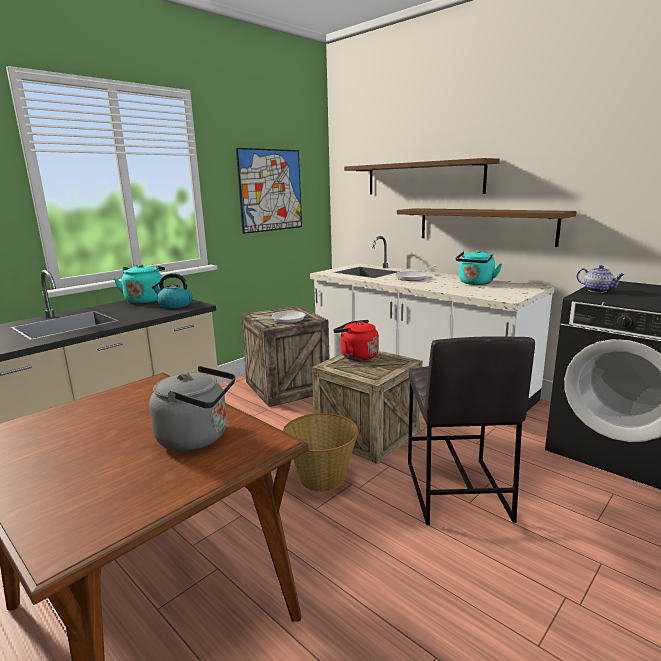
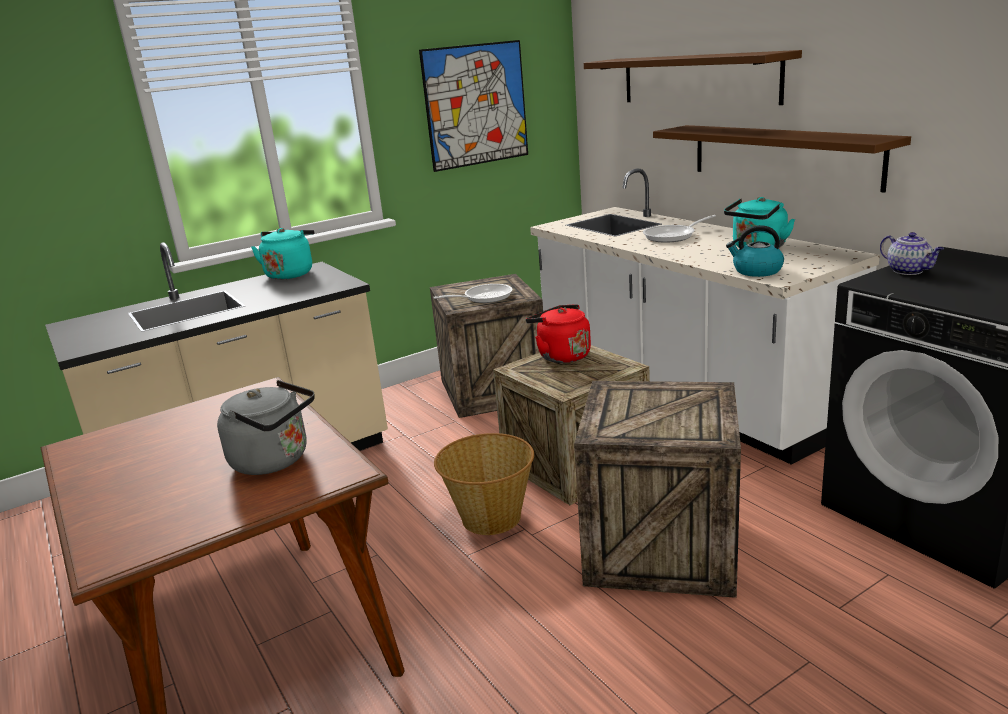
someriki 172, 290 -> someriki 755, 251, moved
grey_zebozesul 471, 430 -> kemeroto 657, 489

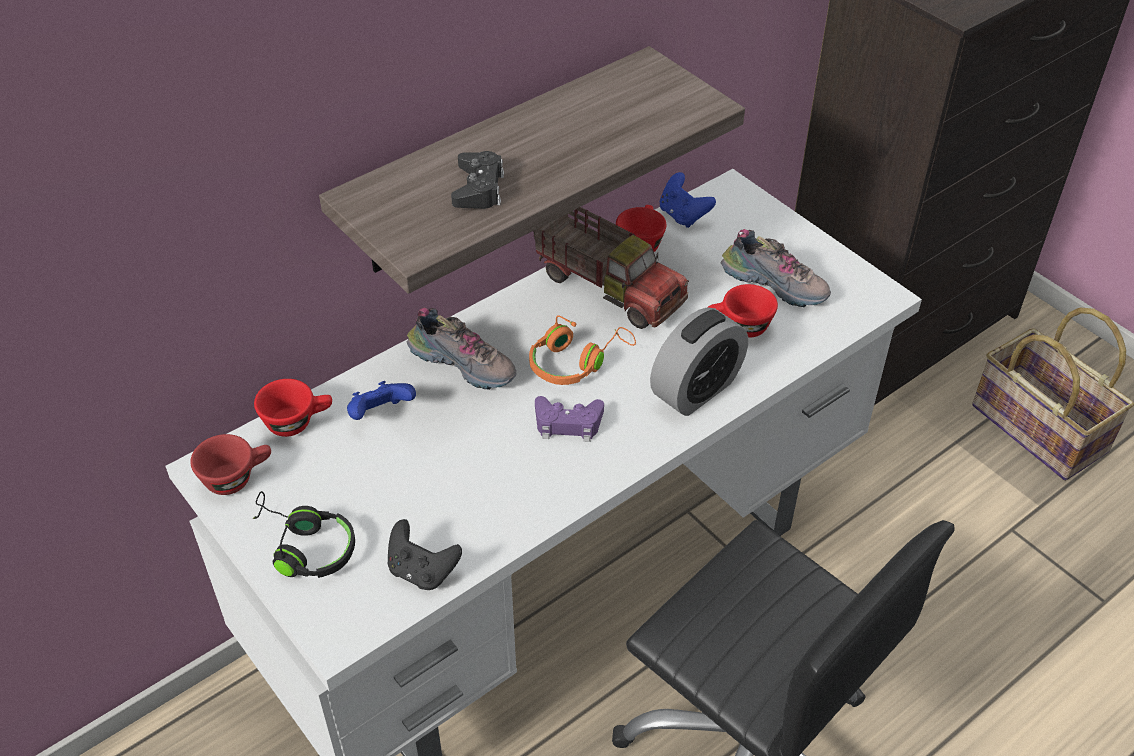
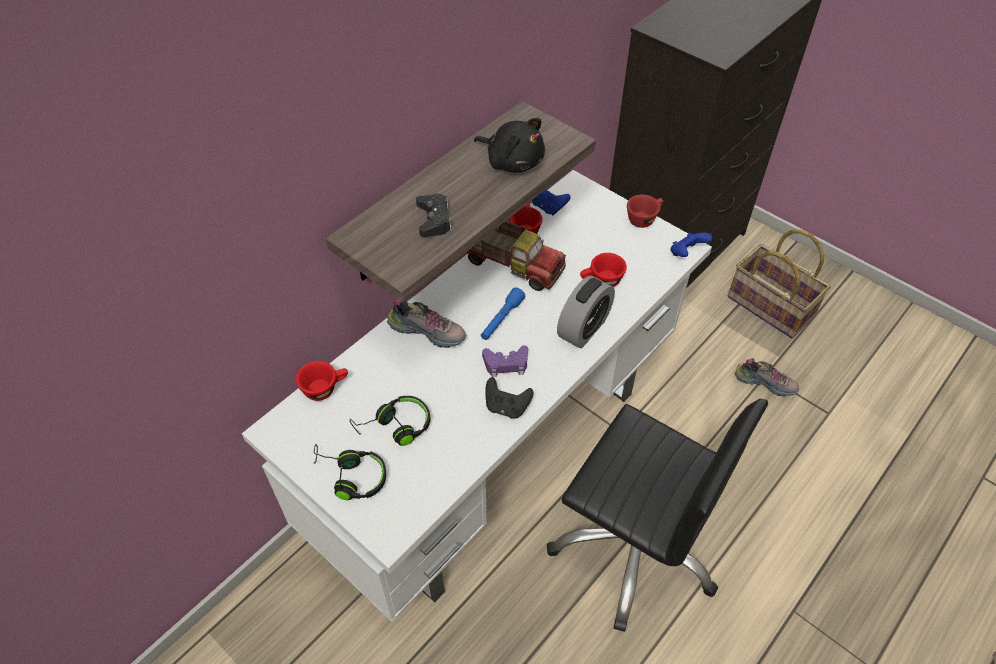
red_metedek 230, 464 -> red_metedek 645, 211, moved
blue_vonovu 381, 400 -> blue_vonovu 691, 245, moved
black_vonovu 425, 554 -> black_vonovu 509, 398, moved
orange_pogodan 582, 350 -> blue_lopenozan 503, 313
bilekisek 775, 268 -> bilekisek 767, 377, moved
none -> black_pogodan 390, 421
none -> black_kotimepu 509, 145

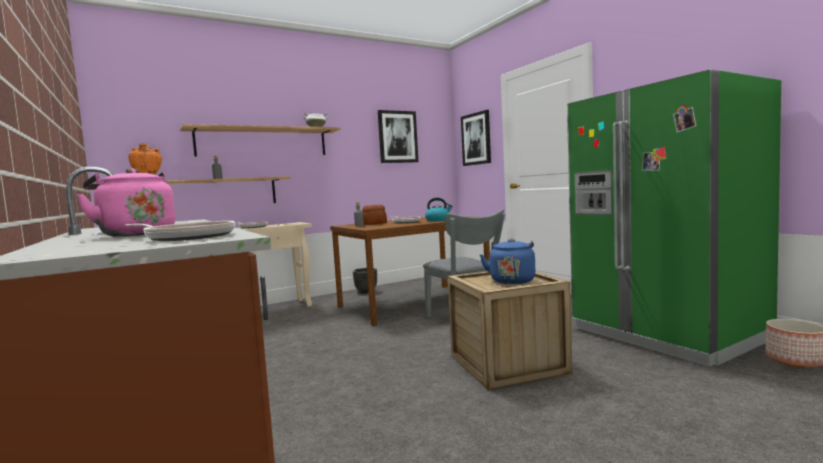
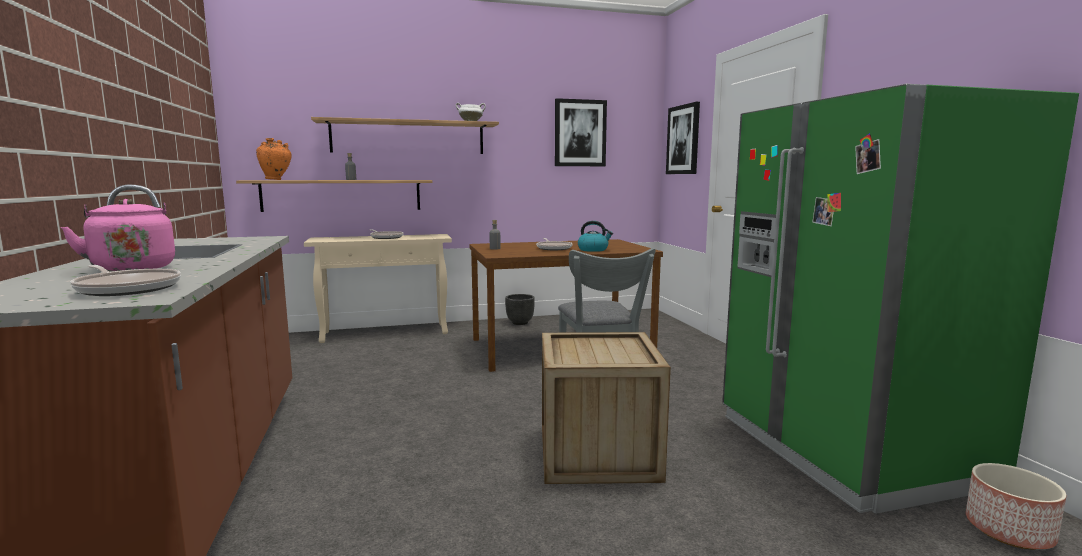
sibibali 374, 214 -> none
blue_someriki 508, 261 -> none

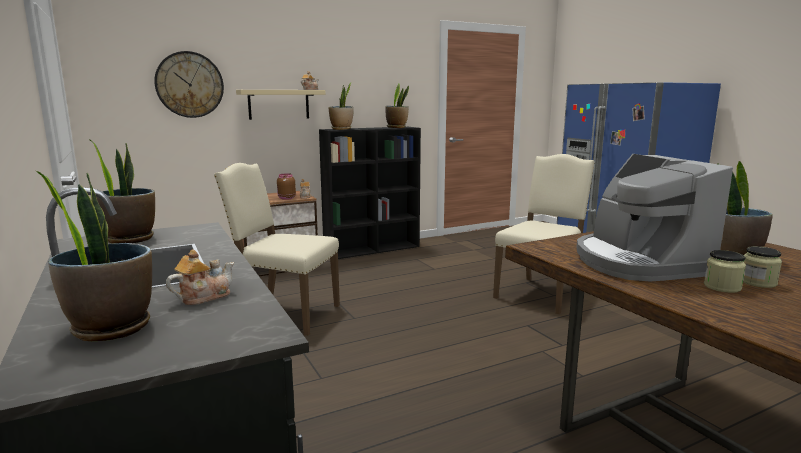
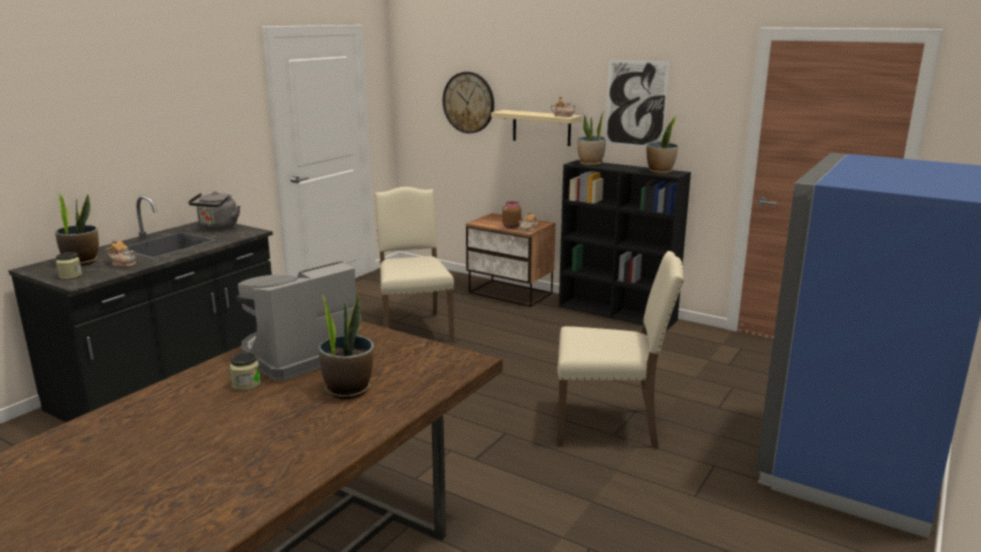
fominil 122, 191 -> grey_someriki 214, 210
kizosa 762, 267 -> kizosa 69, 265, moved
none -> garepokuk 637, 103

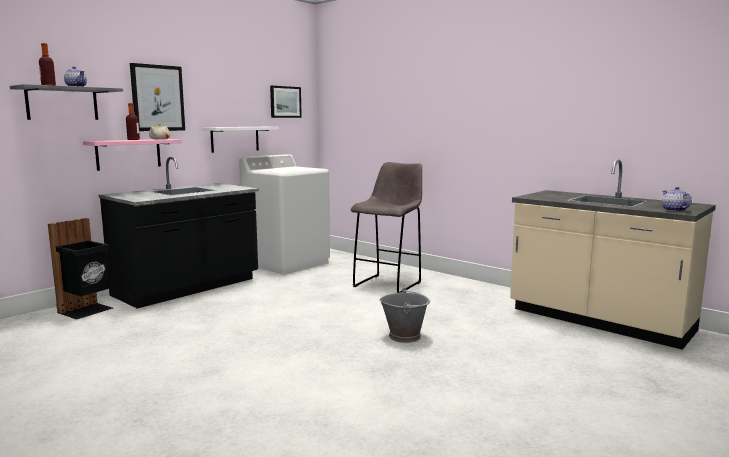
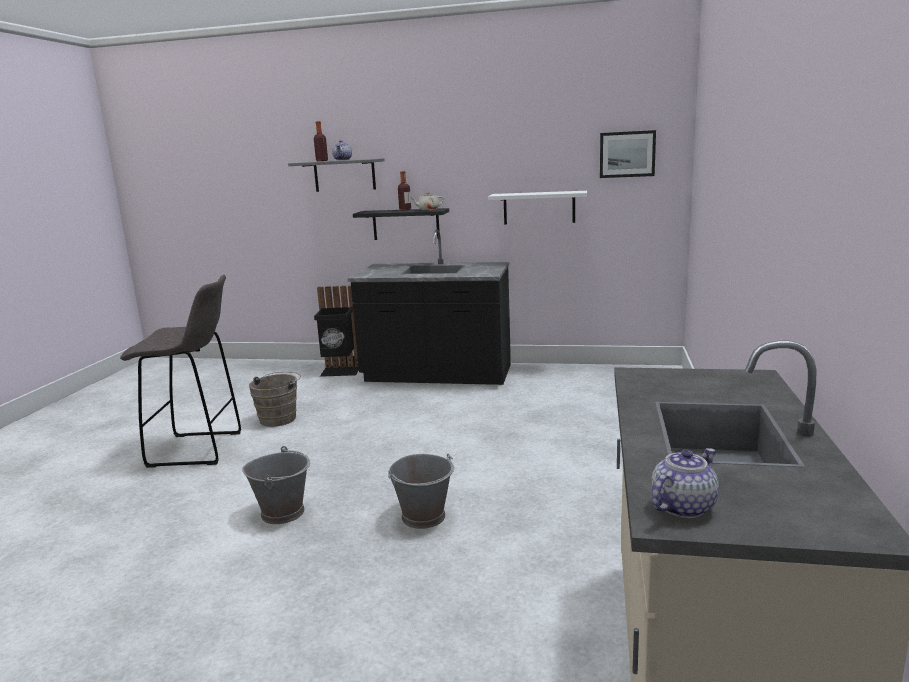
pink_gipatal 132, 155 -> black_gipatal 401, 224
garepokuk 157, 97 -> none
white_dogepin 284, 214 -> none
grey_zebozesul 386, 227 -> grey_zebozesul 181, 371, moved
none -> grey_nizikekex 276, 485
none -> brown_nizikekex 275, 399

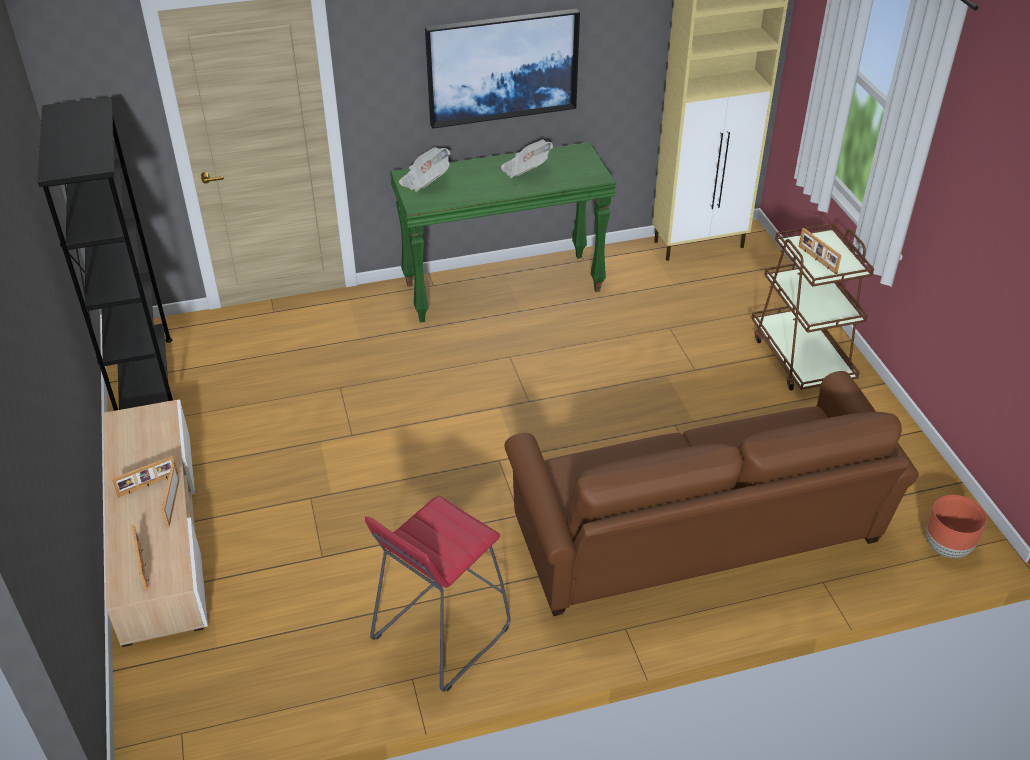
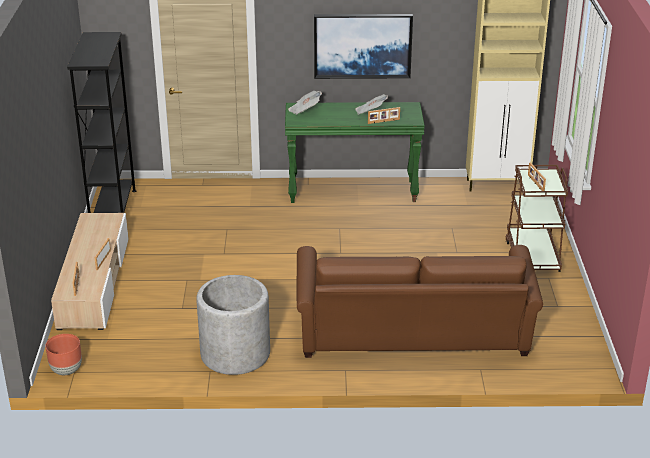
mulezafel 145, 476 -> mulezafel 384, 115, moved
red_zebozesul 438, 594 -> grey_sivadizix 233, 325
brown_sivadizix 956, 526 -> brown_sivadizix 63, 354, moved

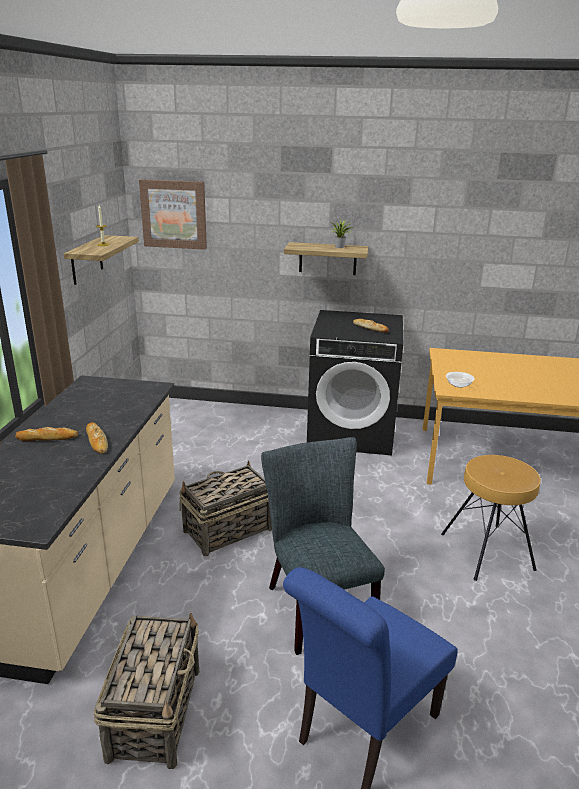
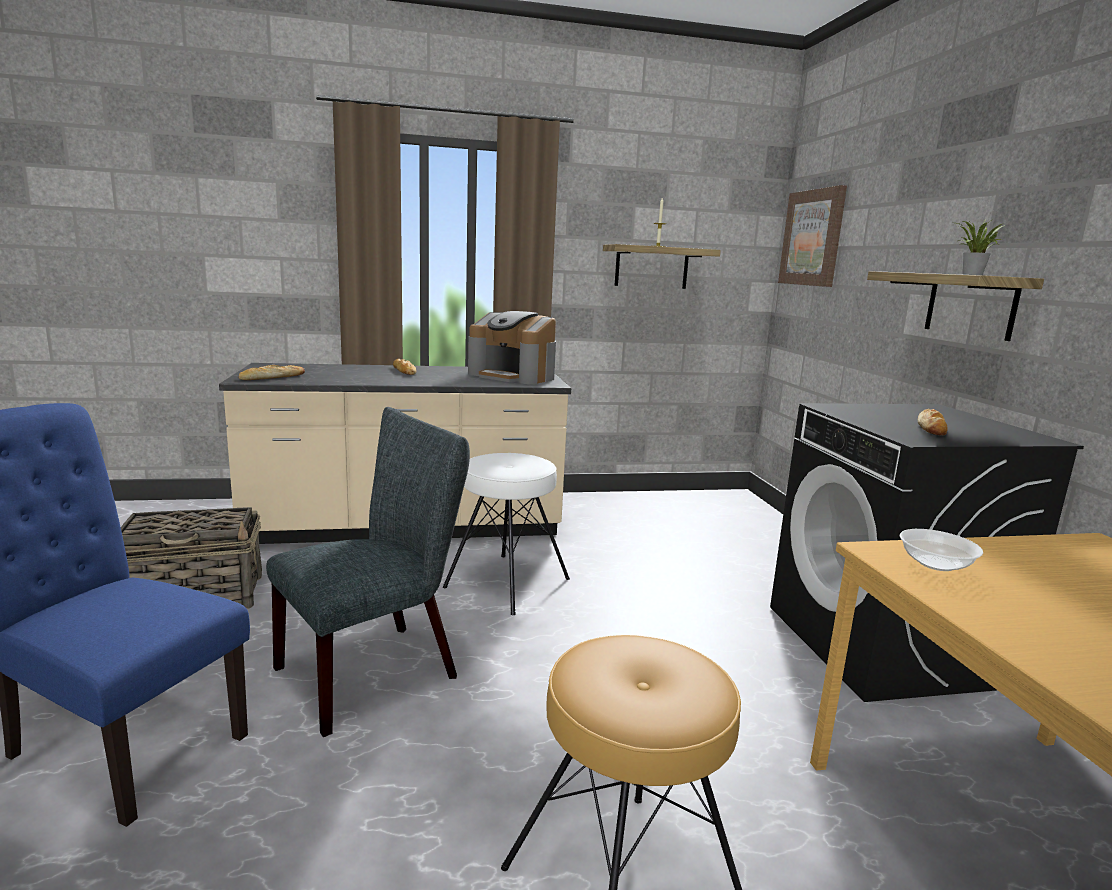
sibibali 97, 438 -> sibibali 272, 372, moved
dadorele 225, 508 -> white_zebozesul 506, 534
none -> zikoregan 512, 347

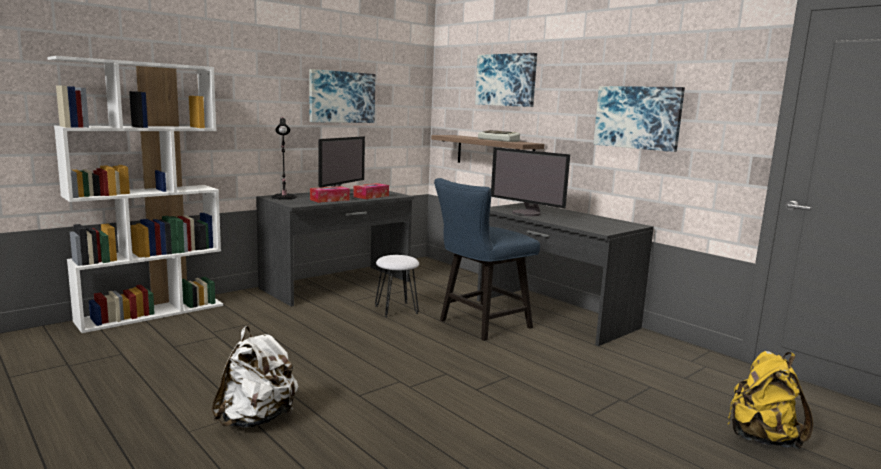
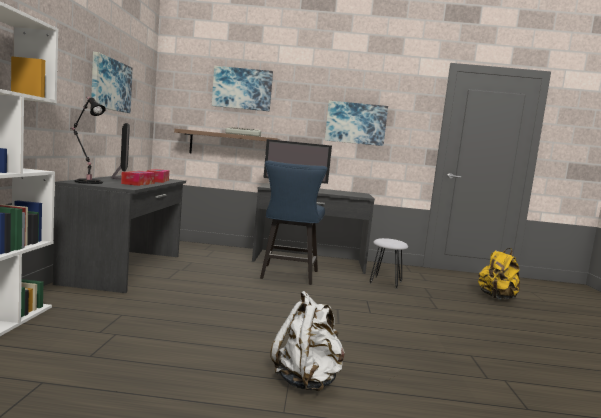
white_zebozesul 397, 286 -> white_zebozesul 389, 263, moved

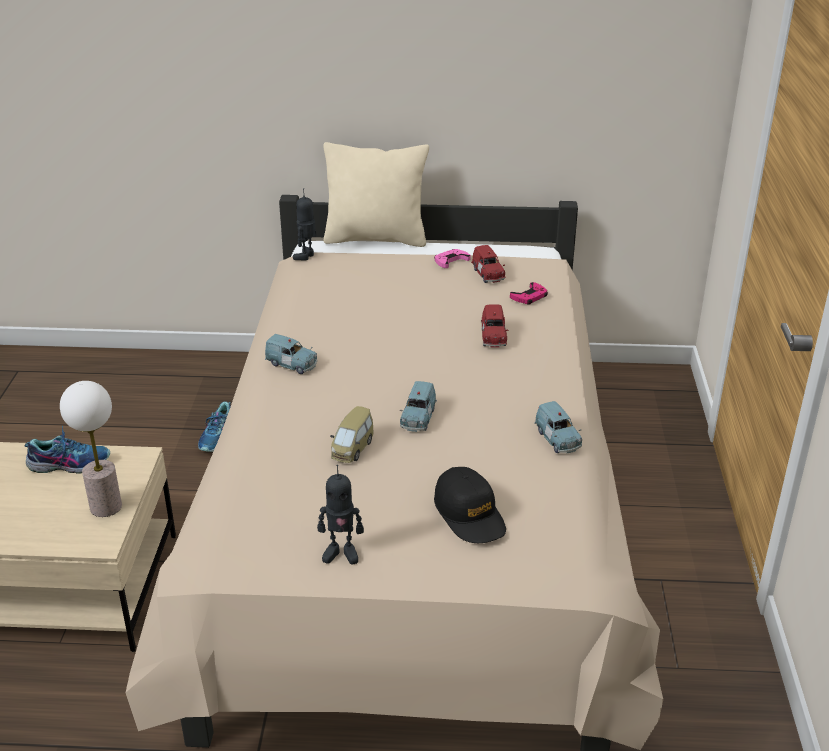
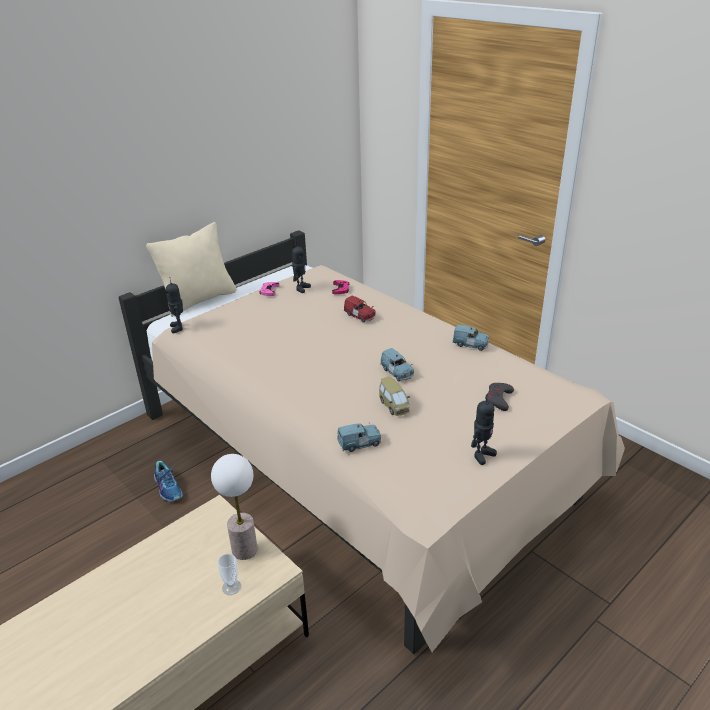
bilekisek 67, 450 -> none
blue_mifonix 291, 354 -> blue_mifonix 359, 437, moved
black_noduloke 470, 505 -> grey_vonovu 499, 397
red_mifonix 488, 264 -> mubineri 301, 268
none -> metedek 229, 574

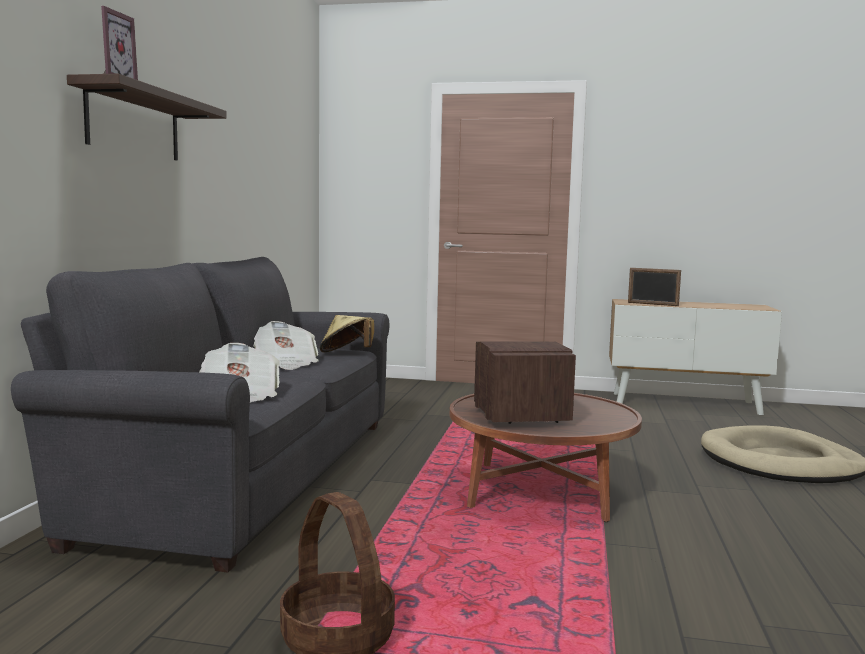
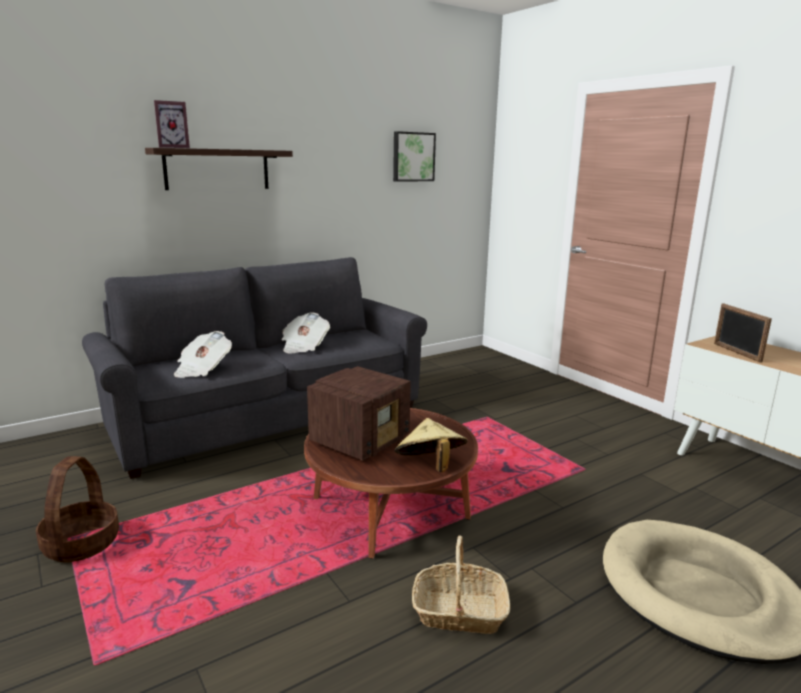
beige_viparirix 347, 333 -> beige_viparirix 430, 445, moved
none -> garepokuk 414, 156
none -> dadorele 461, 584

